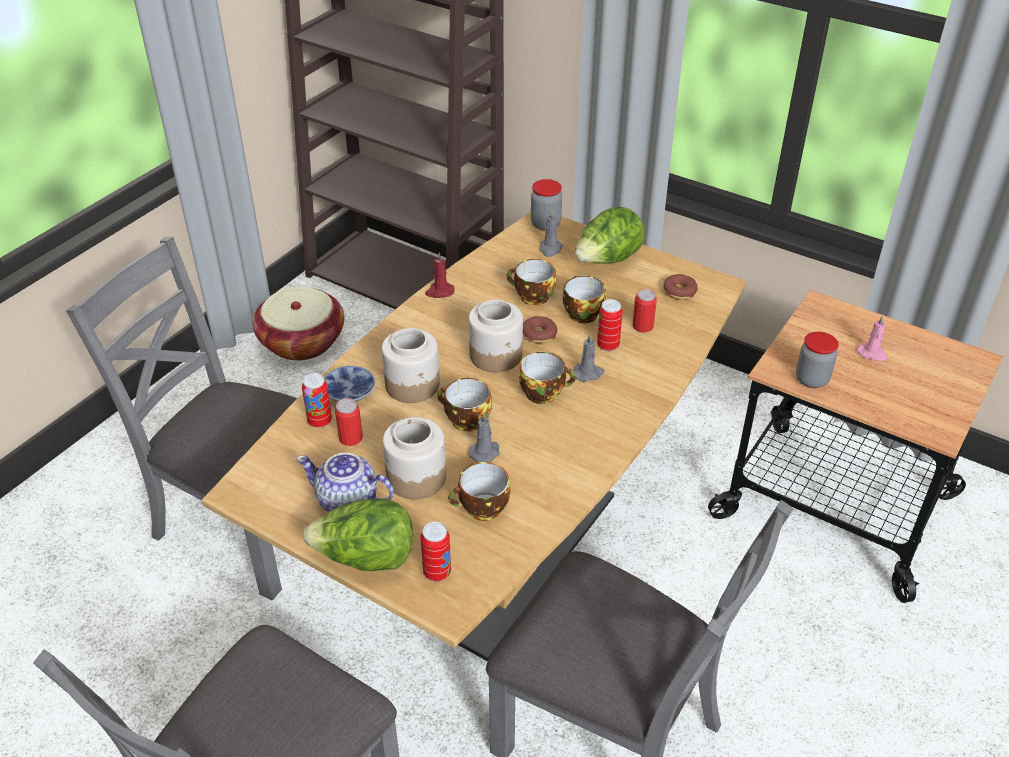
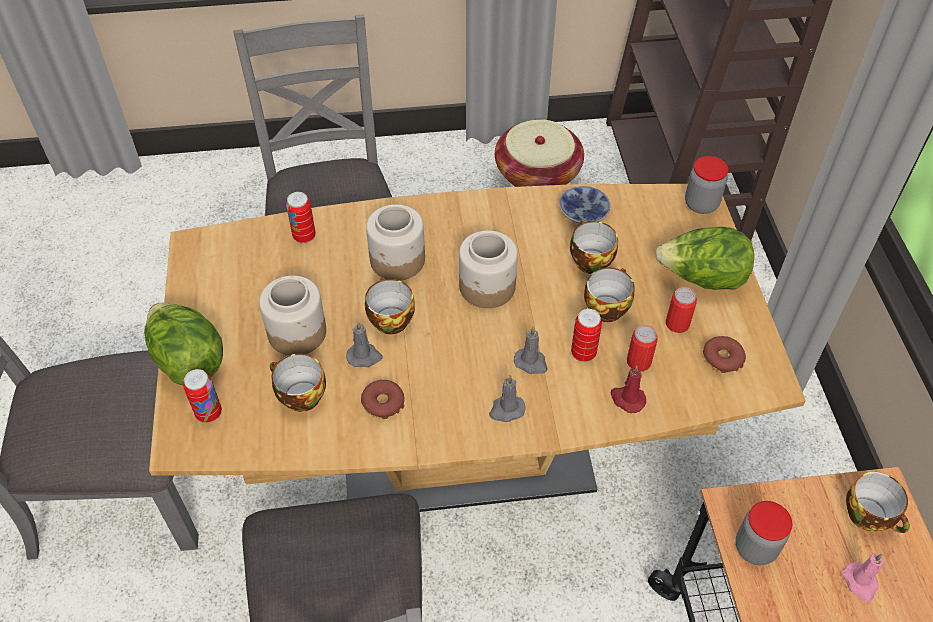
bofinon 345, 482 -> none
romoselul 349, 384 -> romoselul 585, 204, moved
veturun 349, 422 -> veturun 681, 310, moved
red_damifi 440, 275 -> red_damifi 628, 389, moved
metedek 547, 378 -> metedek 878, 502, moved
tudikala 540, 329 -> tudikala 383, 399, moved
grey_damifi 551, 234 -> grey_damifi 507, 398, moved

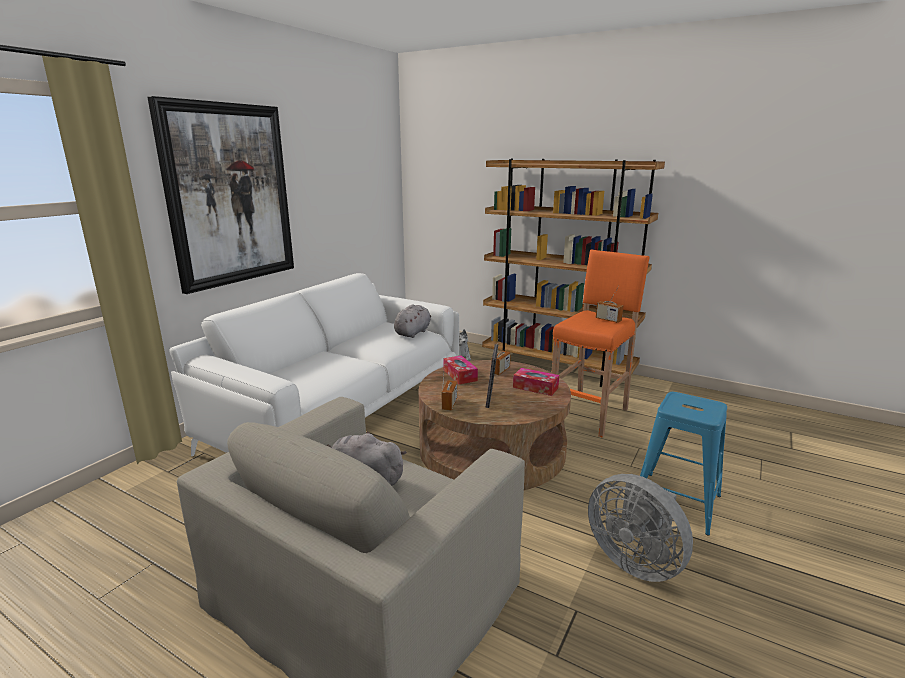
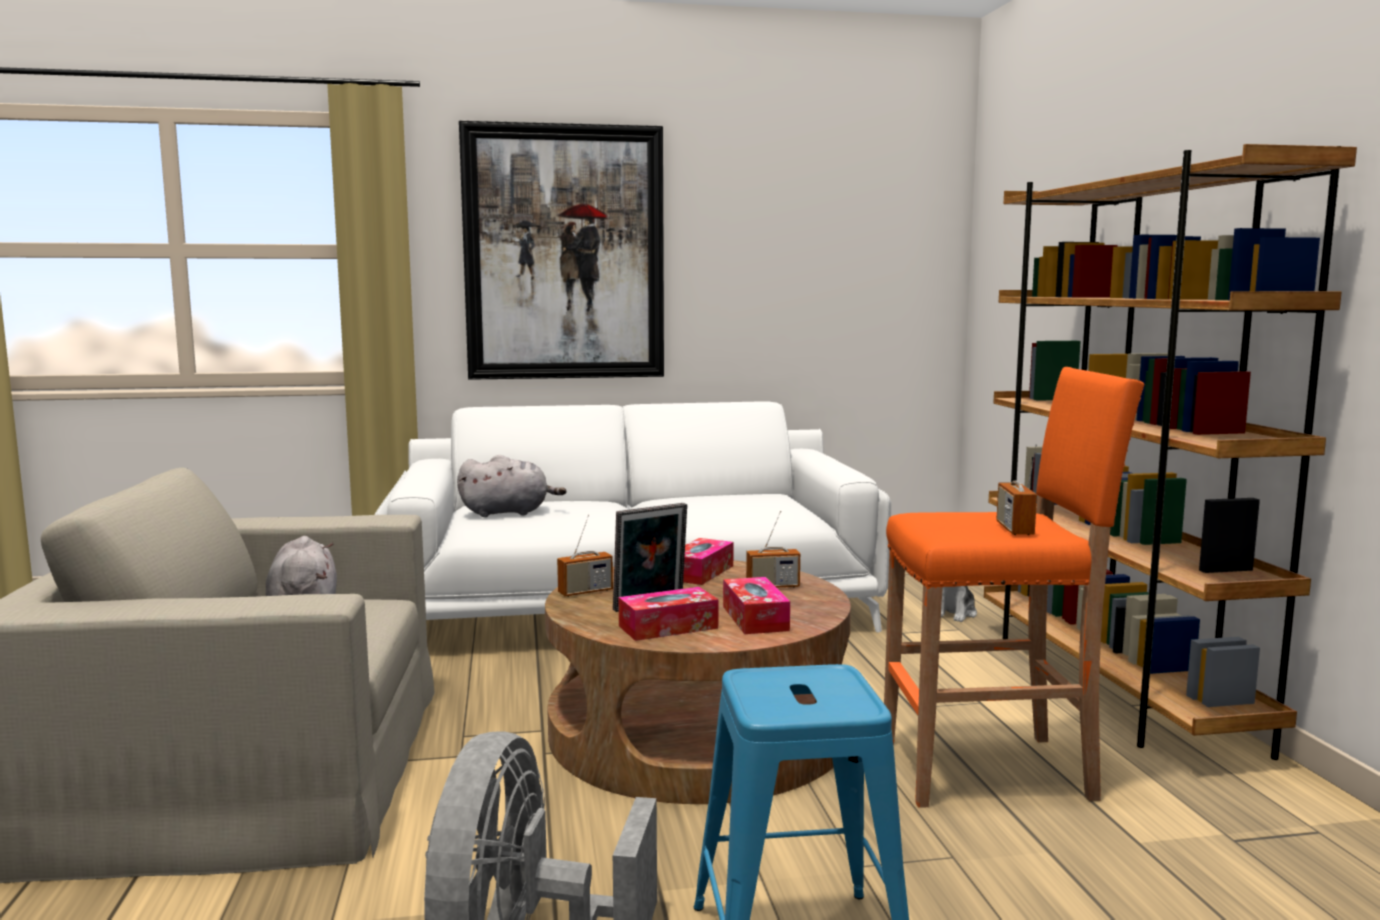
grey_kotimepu 412, 321 -> grey_kotimepu 511, 486, moved
none -> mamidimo 669, 614

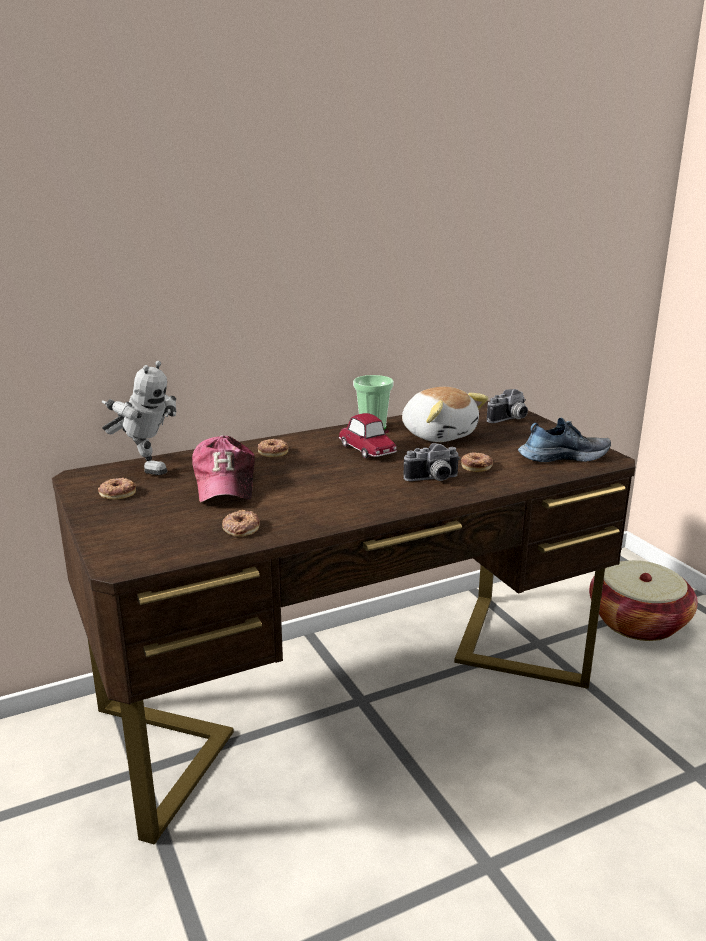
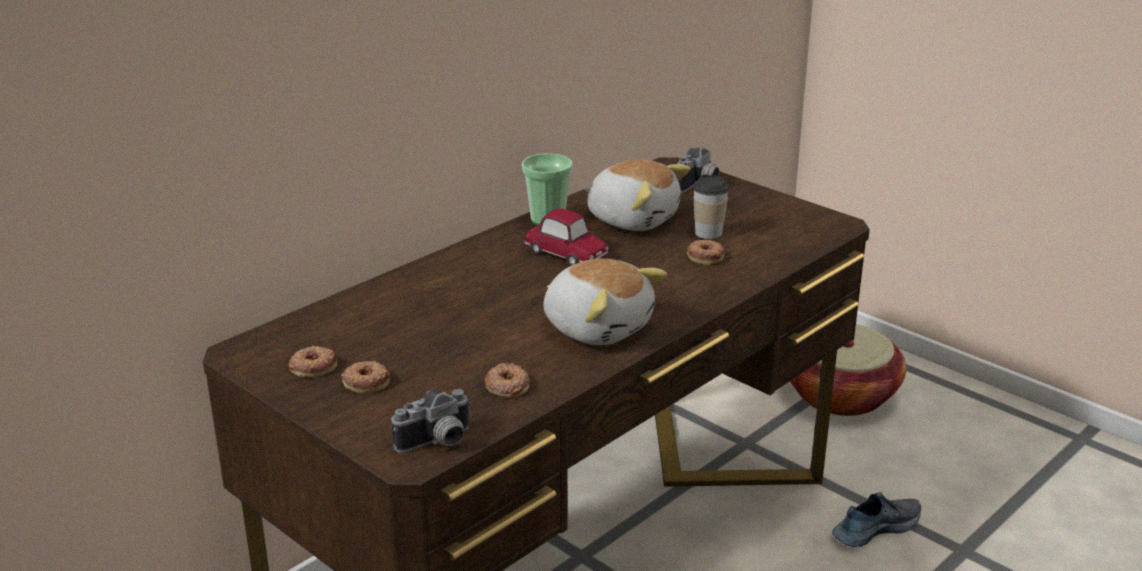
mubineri 139, 418 -> none
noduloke 223, 469 -> none
tudikala 273, 448 -> tudikala 365, 377, moved
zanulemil 432, 462 -> zanulemil 431, 421, moved
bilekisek 564, 440 -> bilekisek 876, 519, moved
none -> kotimepu 605, 301
none -> metedek 711, 206

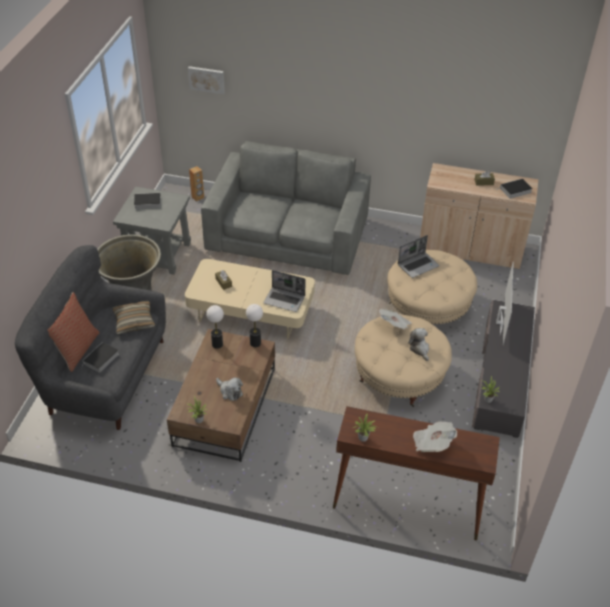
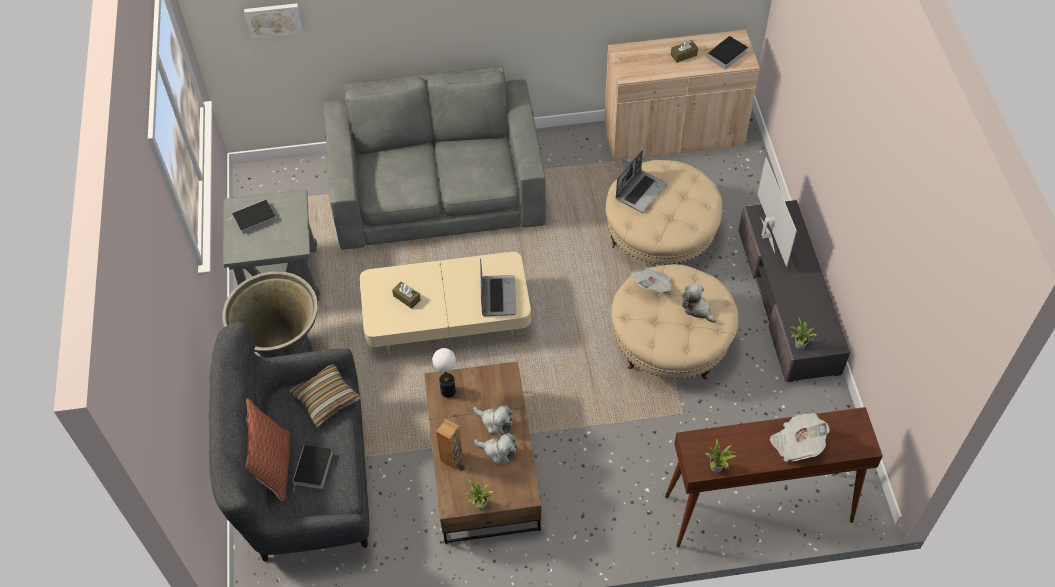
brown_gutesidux 196, 184 -> brown_gutesidux 449, 443, moved
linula 254, 325 -> none
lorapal 284, 291 -> lorapal 498, 287, 90 degrees counterclockwise
none -> kotimepu 493, 419

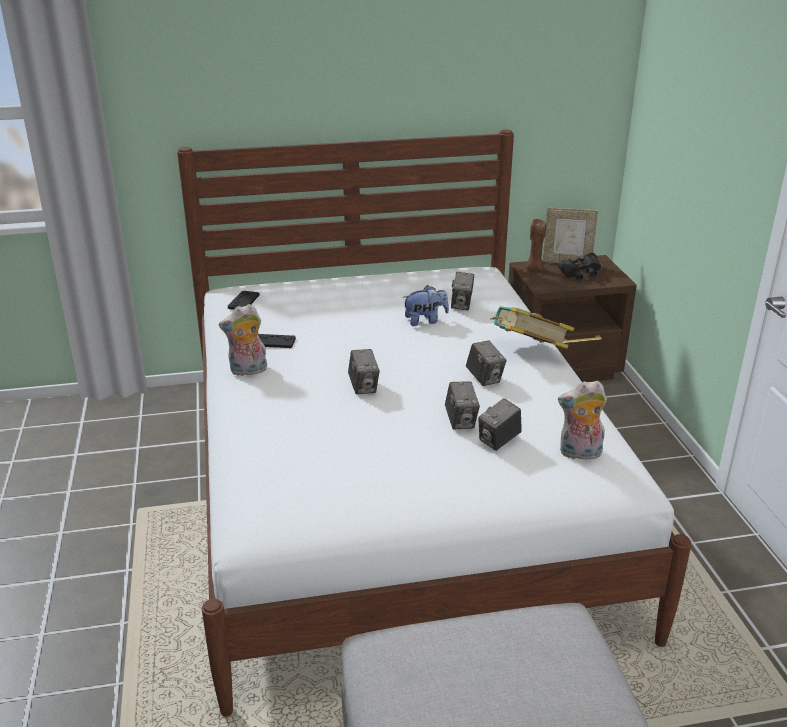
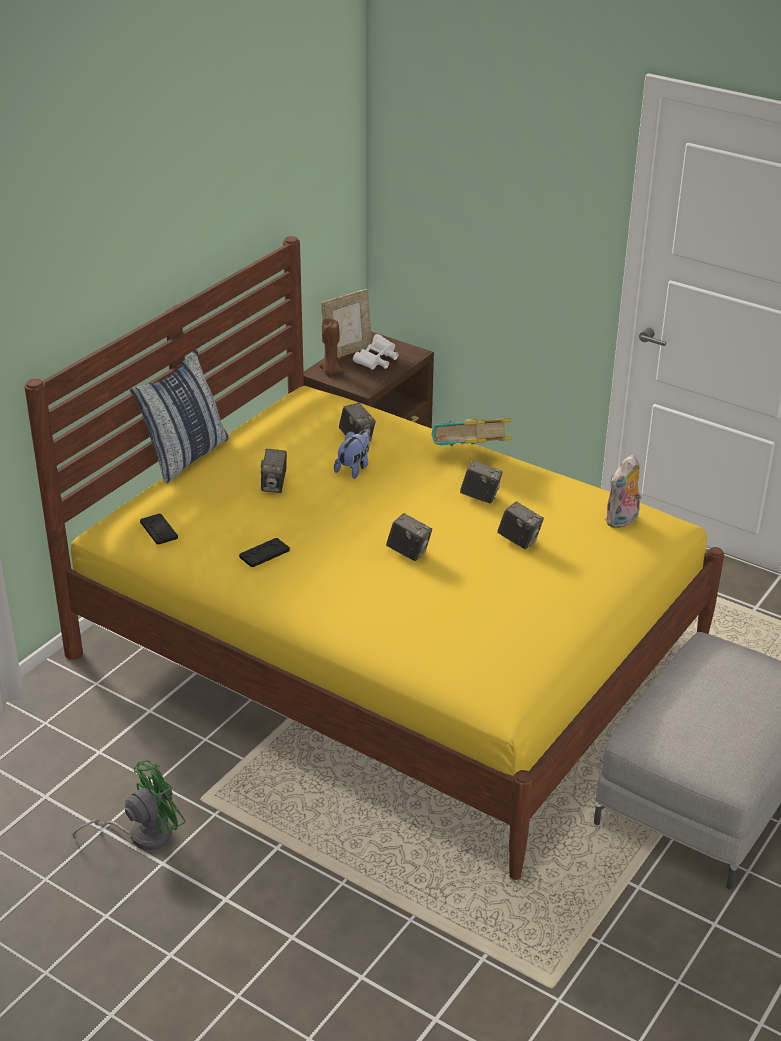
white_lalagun 434, 423 -> yellow_lalagun 374, 558
kotimepu 243, 340 -> none
zanulemil 500, 424 -> zanulemil 273, 471, moved
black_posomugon 579, 267 -> white_posomugon 375, 351
none -> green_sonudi 129, 805
none -> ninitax 179, 416

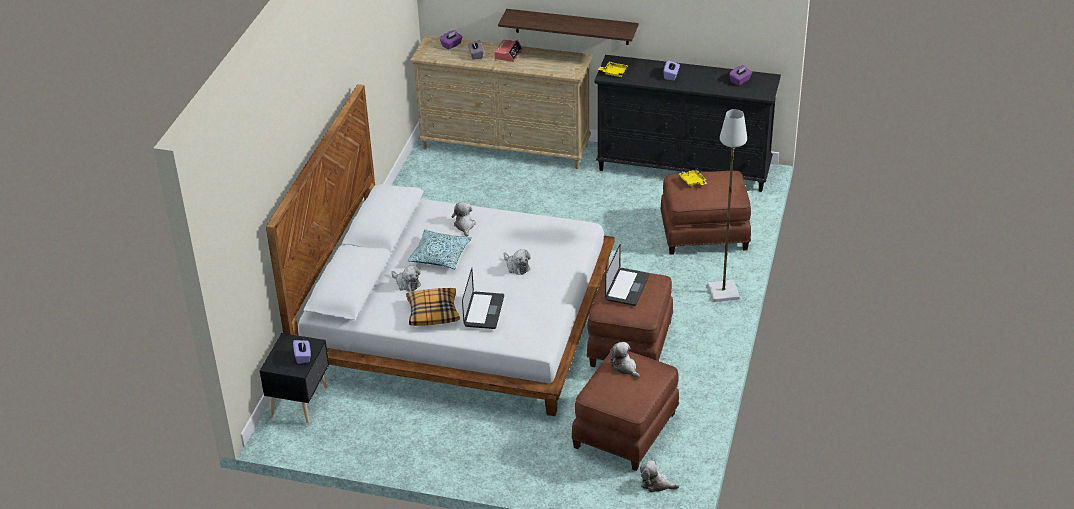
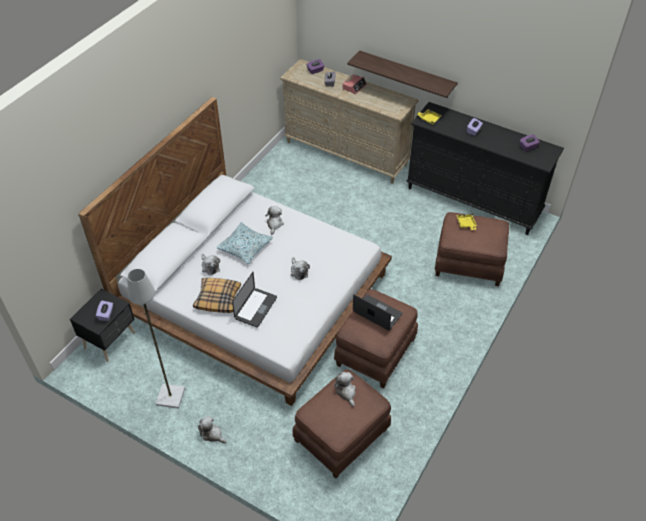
lorapal 627, 275 -> lorapal 377, 312, 90 degrees counterclockwise
kotimepu 659, 476 -> kotimepu 212, 429, moved
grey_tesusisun 727, 205 -> grey_tesusisun 156, 339, moved

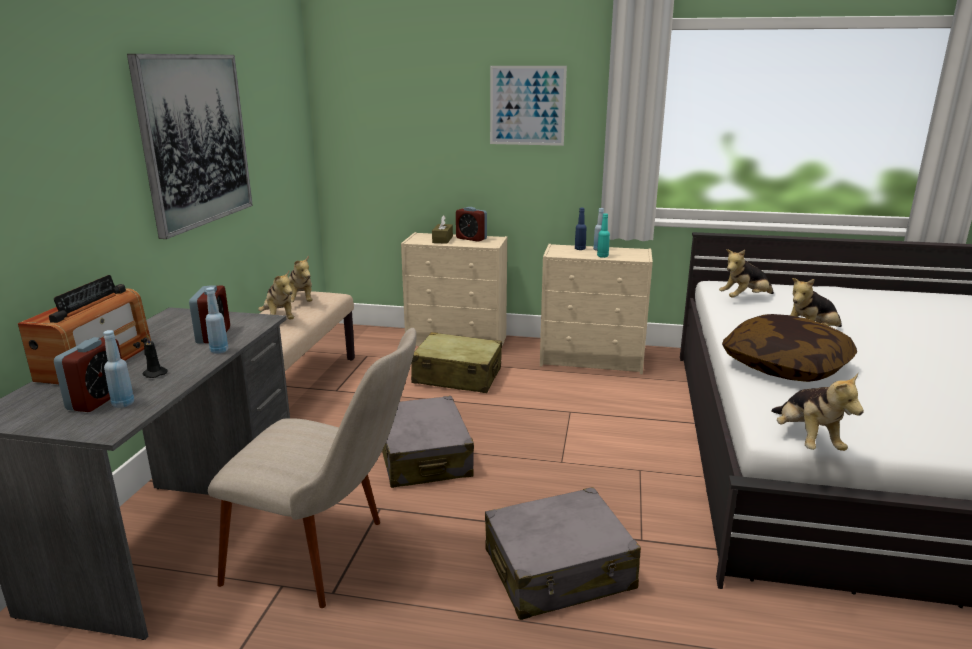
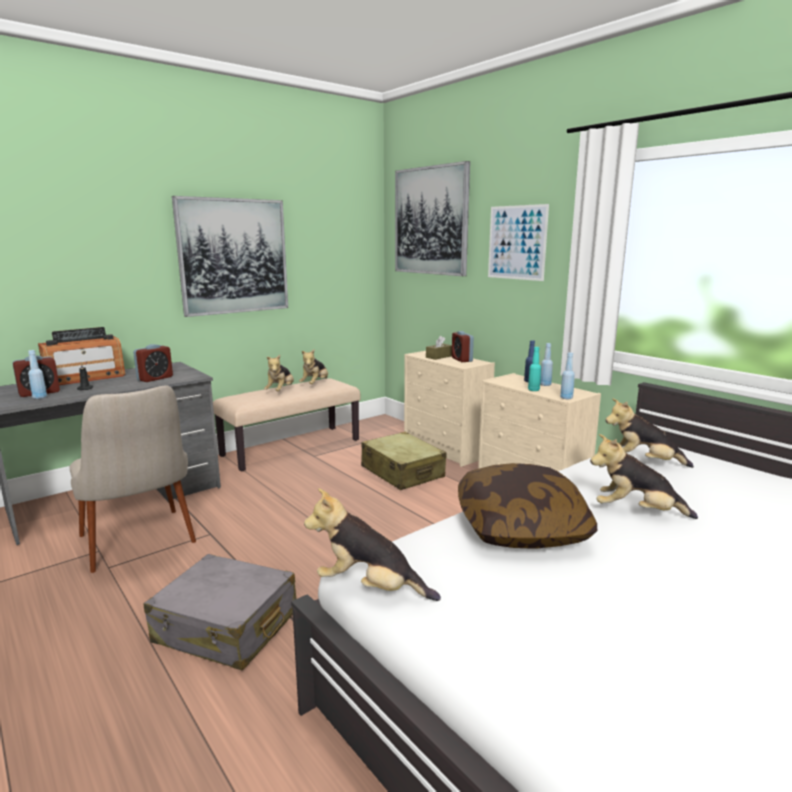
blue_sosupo 217, 320 -> blue_sosupo 567, 375, moved
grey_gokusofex 428, 442 -> none
kotimepu 817, 412 -> kotimepu 372, 544, 75 degrees clockwise
none -> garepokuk 432, 218

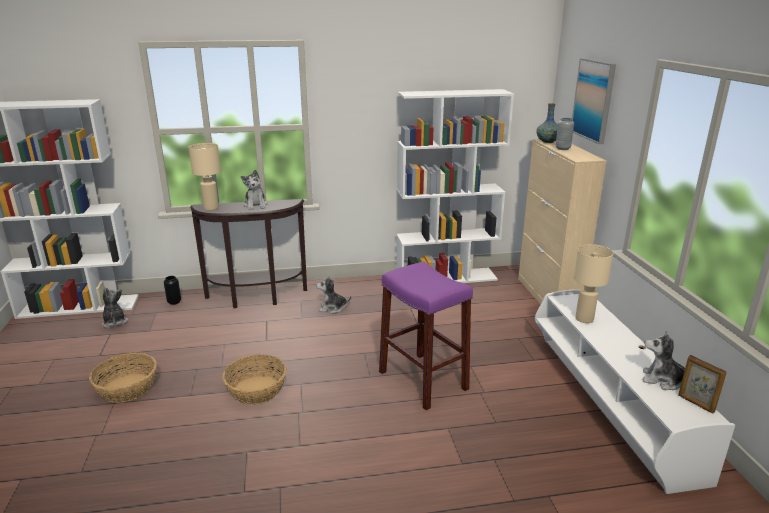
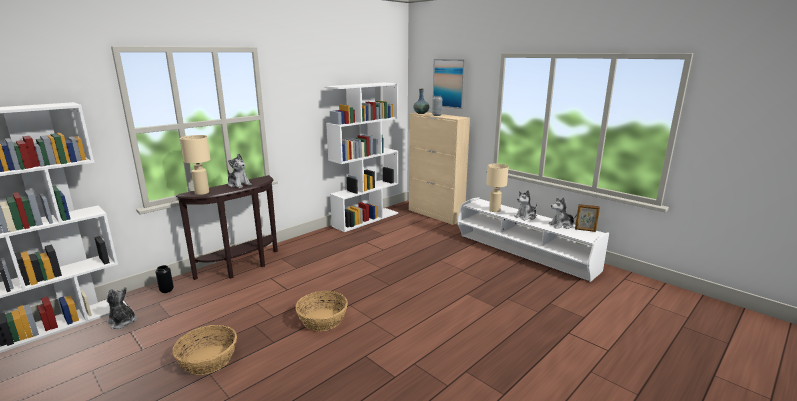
kotimepu 334, 294 -> kotimepu 525, 205, moved
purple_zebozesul 426, 336 -> none

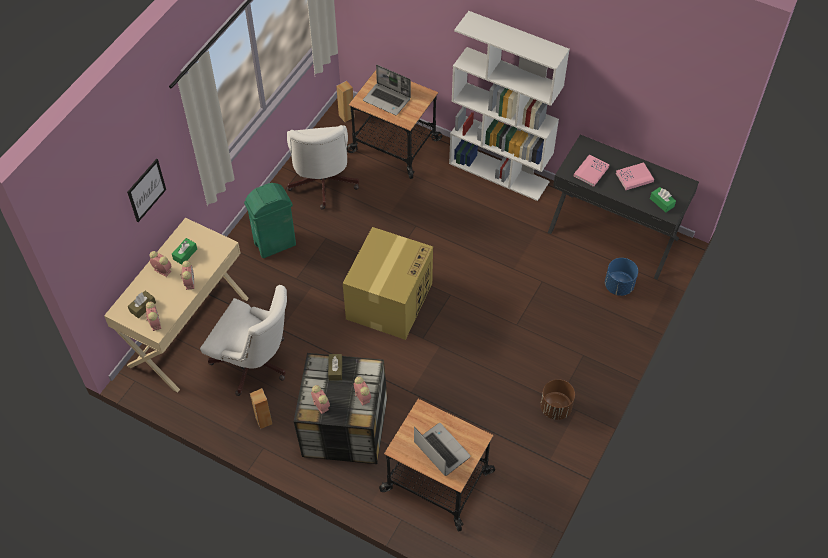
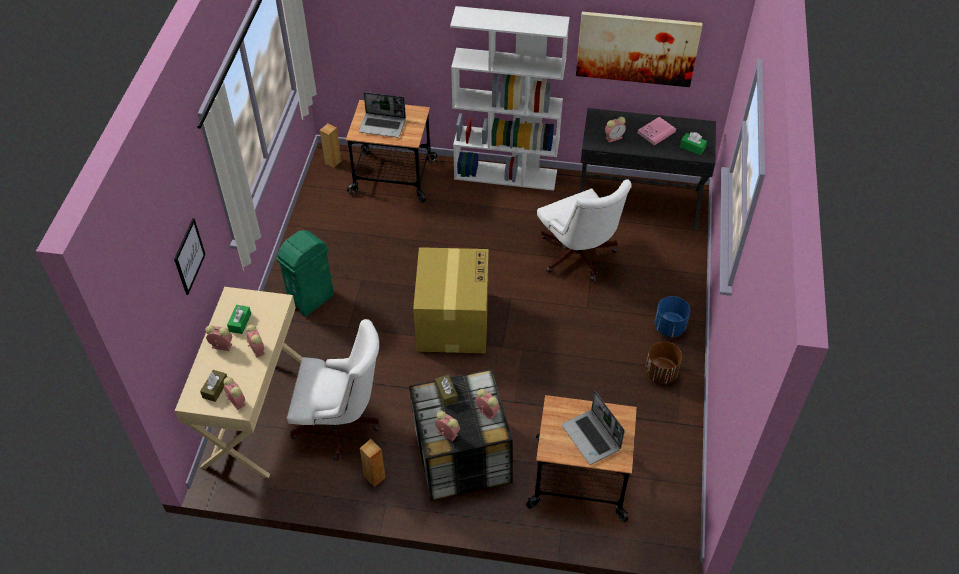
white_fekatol 323, 167 -> white_fekatol 584, 230, moved
lorapal 442, 449 -> lorapal 593, 428, 150 degrees counterclockwise
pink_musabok 591, 170 -> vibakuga 615, 130
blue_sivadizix 621, 277 -> blue_sivadizix 672, 316, moved
none -> garepokuk 639, 49

